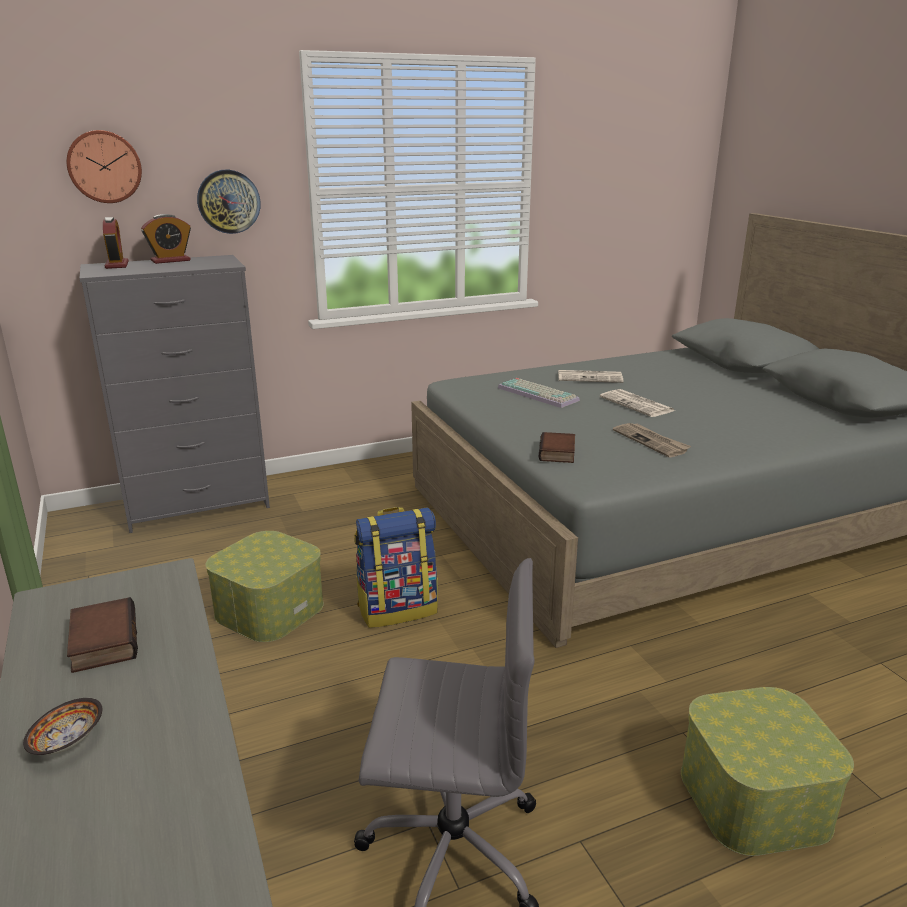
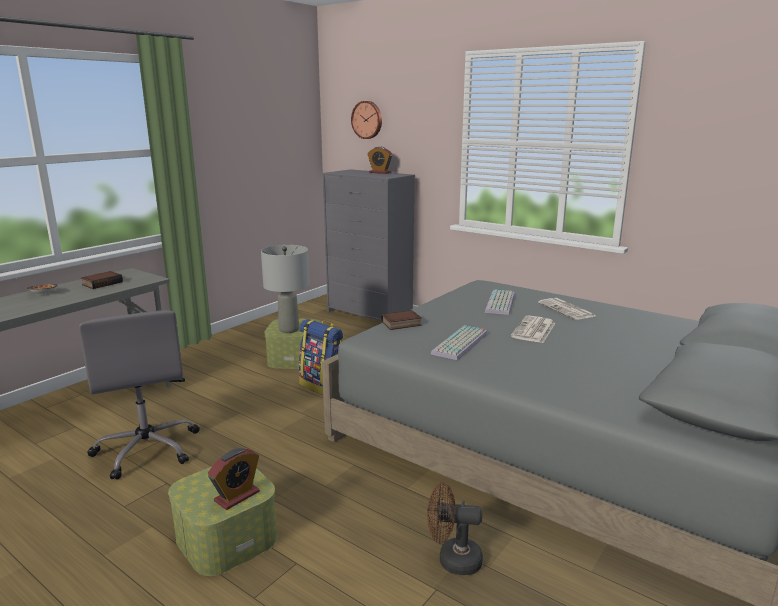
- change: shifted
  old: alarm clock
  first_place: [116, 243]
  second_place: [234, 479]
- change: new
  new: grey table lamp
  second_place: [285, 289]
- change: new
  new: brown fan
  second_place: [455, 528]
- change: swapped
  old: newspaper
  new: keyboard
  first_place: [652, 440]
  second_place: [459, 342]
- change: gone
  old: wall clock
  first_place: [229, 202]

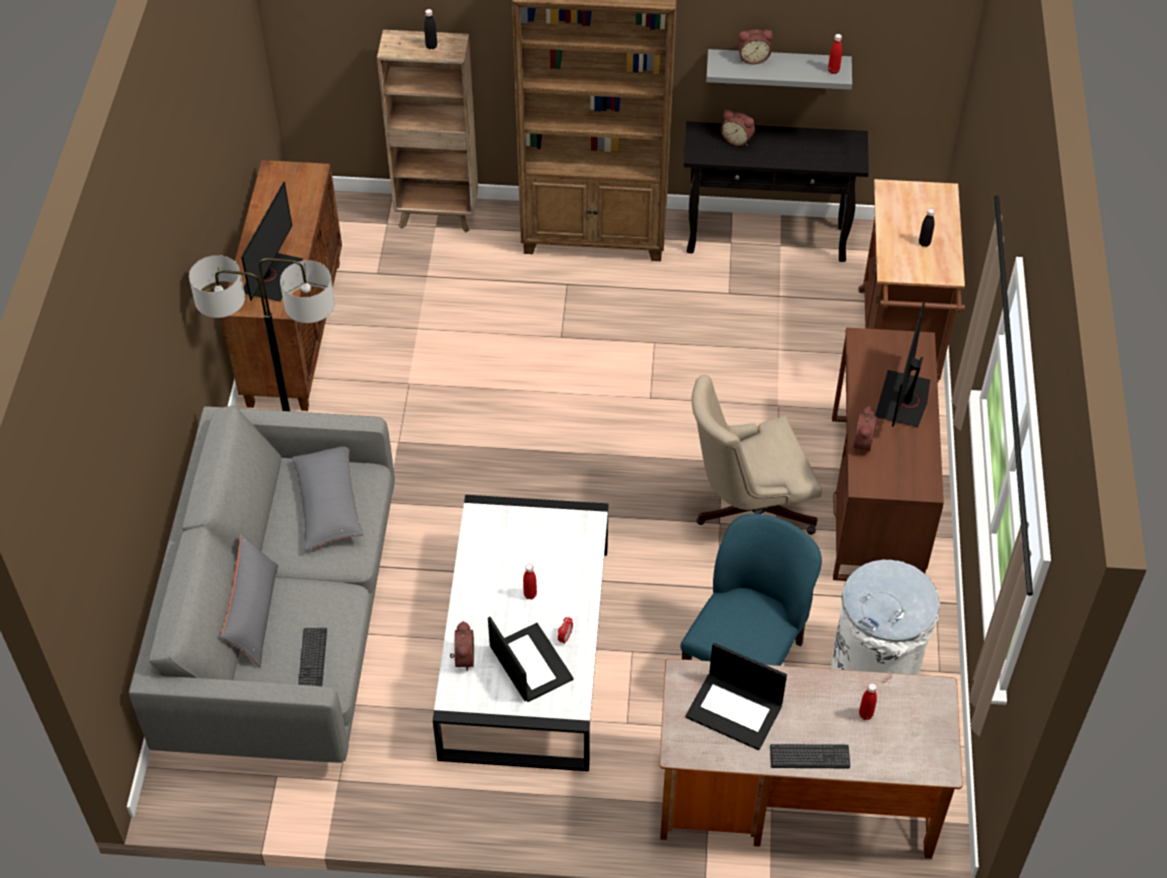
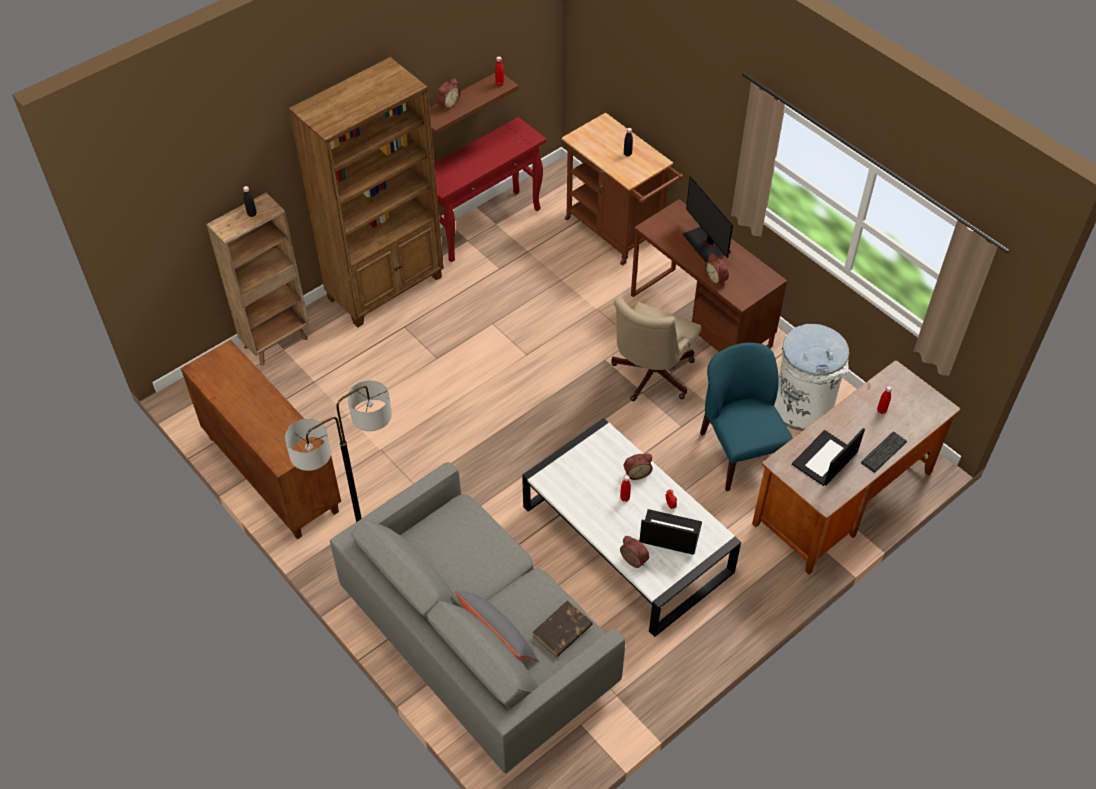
- change: repainted
  old: grey shelf
  new: brown shelf
  first_place: [779, 69]
  second_place: [474, 103]
- change: repainted
  old: black console table
  new: red console table
  first_place: [776, 192]
  second_place: [490, 189]
- change: swapped
  old: keyboard
  new: brown book
  first_place: [312, 657]
  second_place: [562, 628]
- change: shifted
  old: alarm clock
  first_place: [738, 128]
  second_place: [638, 466]
- change: rotated
  old: laptop
  first_place: [736, 696]
  second_place: [828, 457]
  degrees: 150
- change: gone
  old: monitor
  first_place: [272, 242]
- change: gone
  old: grey pillow
  first_place: [328, 498]

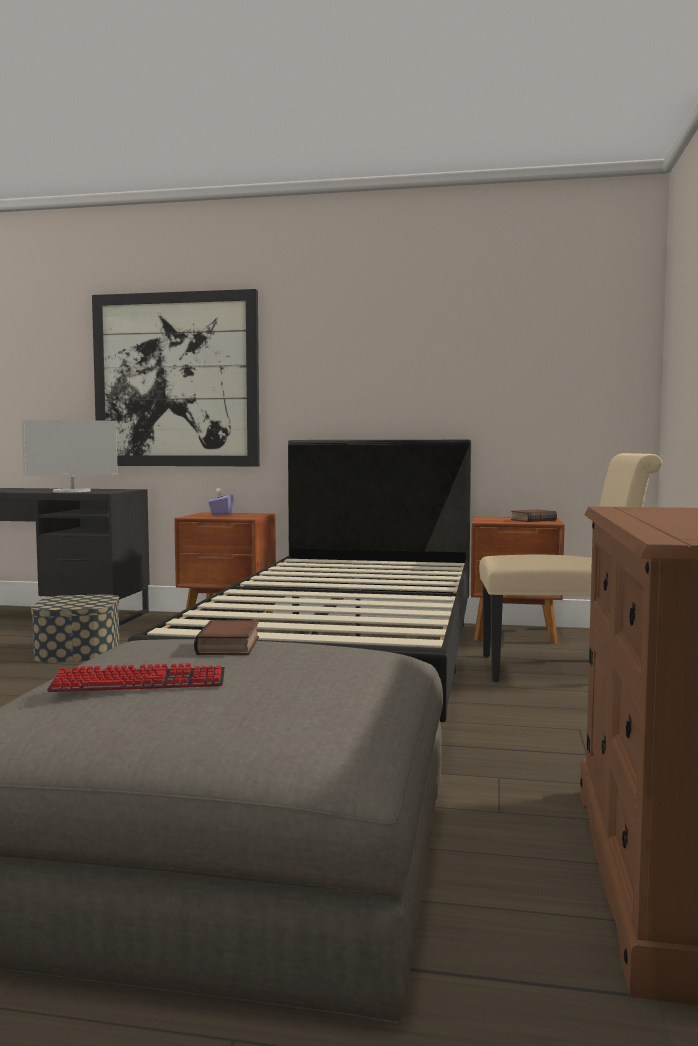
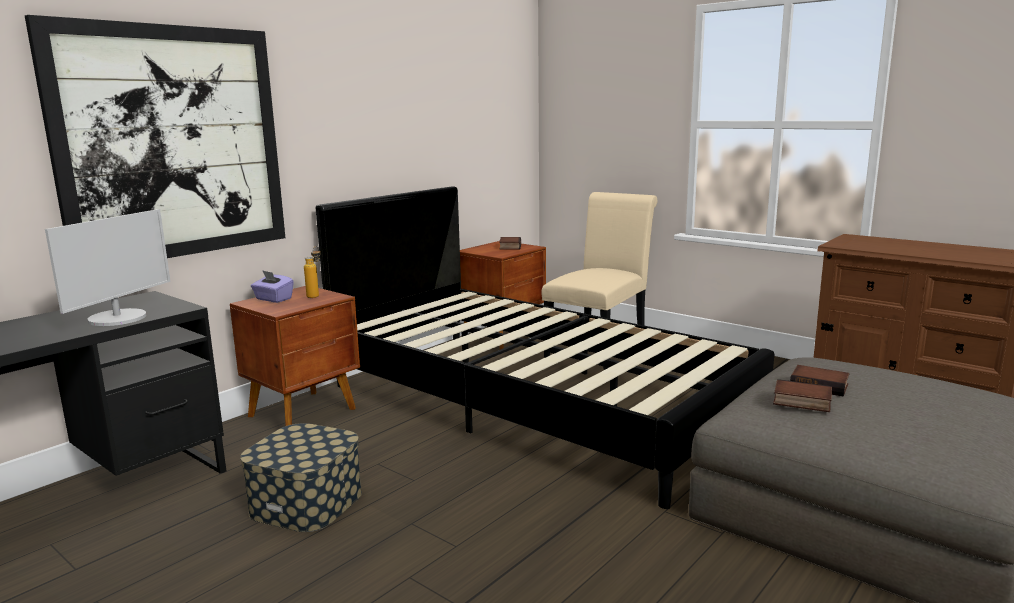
- change: new
  new: bottle
  second_place: [312, 272]
- change: new
  new: book
  second_place: [802, 395]
- change: gone
  old: keyboard
  first_place: [136, 677]

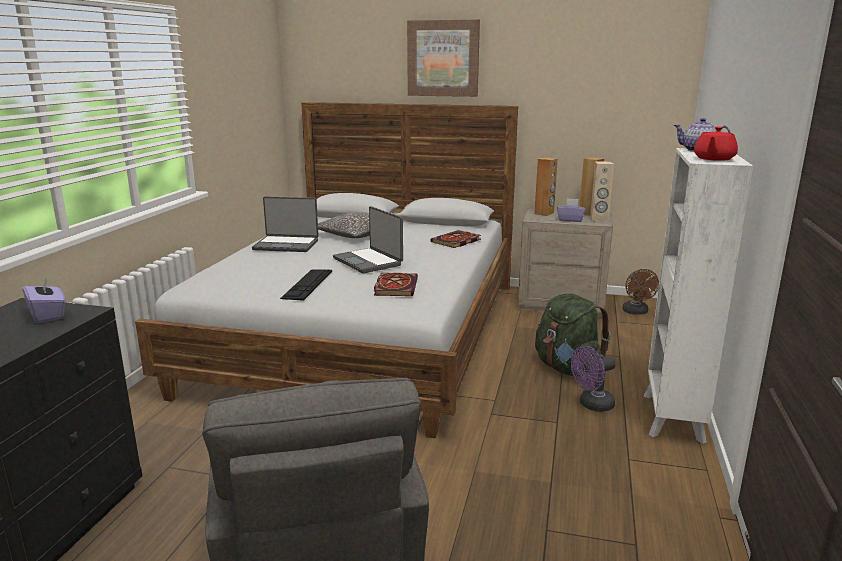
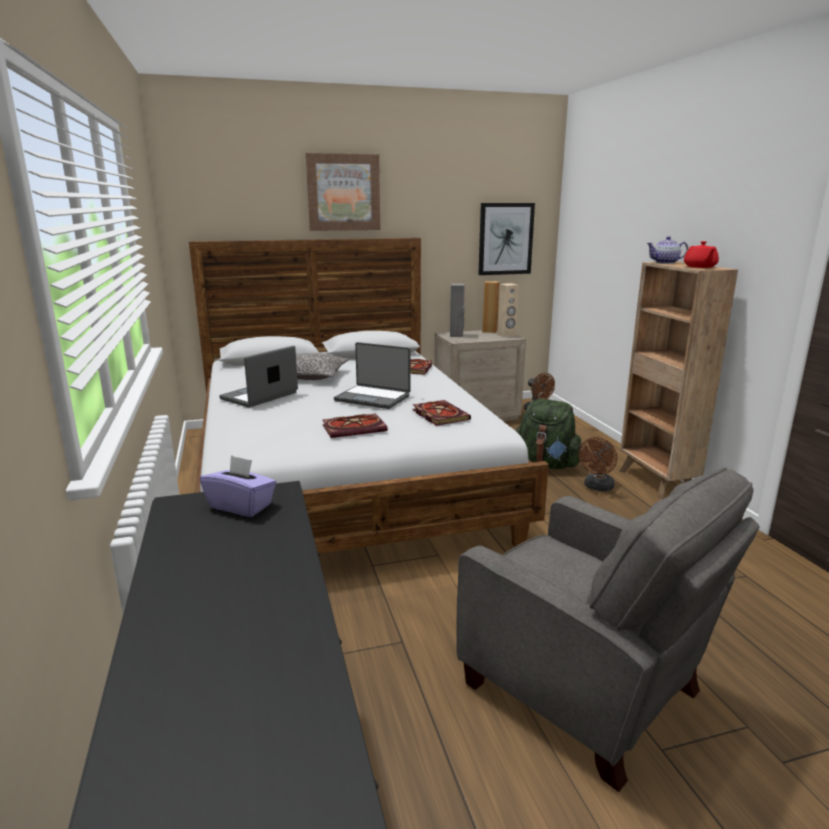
- change: rotated
  old: laptop
  first_place: [285, 224]
  second_place: [258, 377]
  degrees: 150
- change: swapped
  old: keyboard
  new: book
  first_place: [306, 285]
  second_place: [355, 425]
- change: repainted
  old: brown speaker
  new: grey speaker
  first_place: [546, 186]
  second_place: [457, 310]
- change: new
  new: picture
  second_place: [506, 239]
- change: repainted
  old: purple fan
  new: brown fan
  first_place: [593, 379]
  second_place: [597, 464]
- change: repainted
  old: white bookcase
  new: brown bookcase
  first_place: [698, 296]
  second_place: [678, 380]
- change: gone
  old: purple tissue box
  first_place: [571, 210]

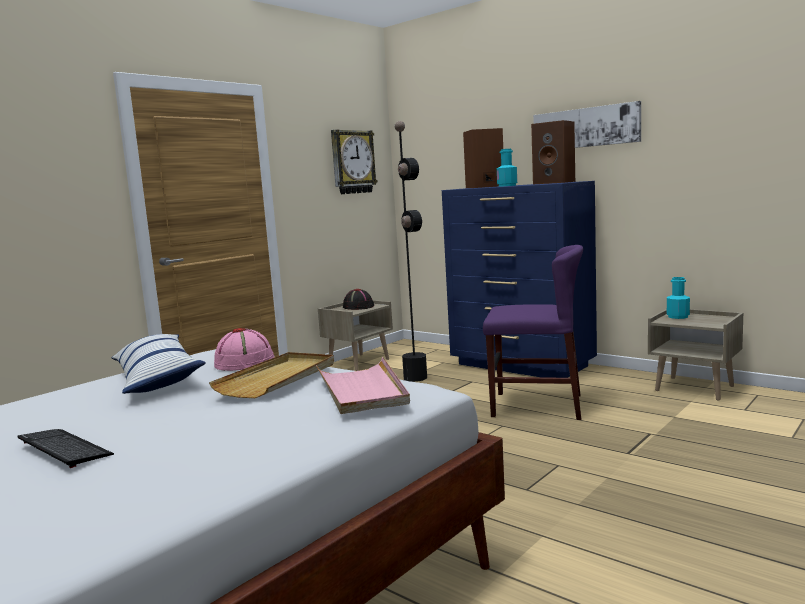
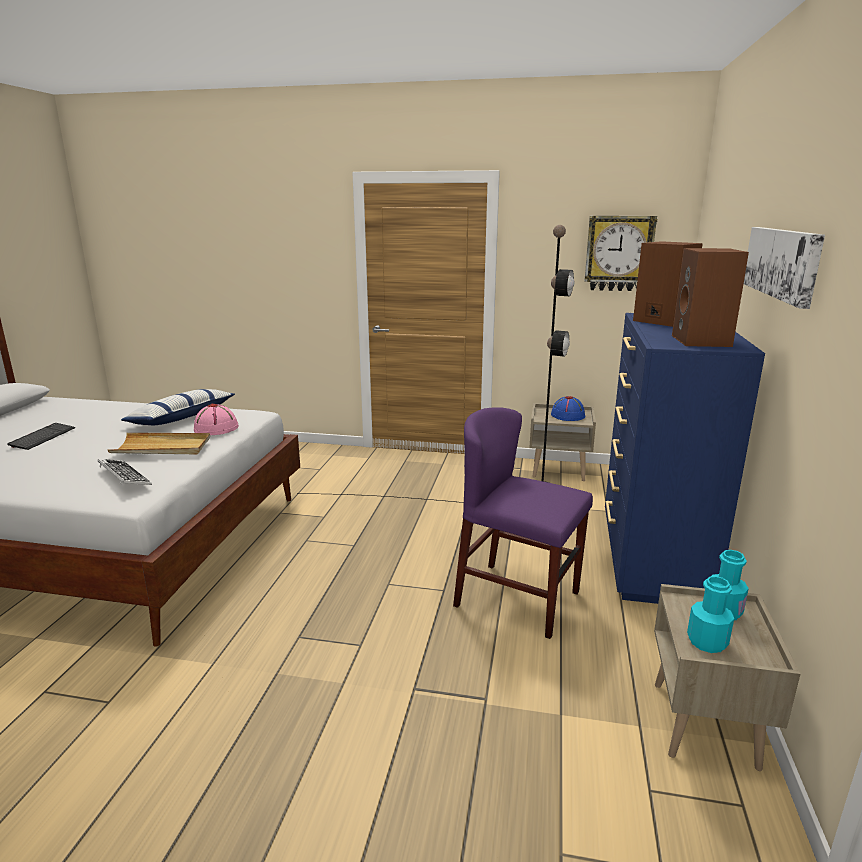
- change: swapped
  old: pink tray
  new: keyboard
  first_place: [363, 385]
  second_place: [125, 472]
- change: rotated
  old: purple chair
  first_place: [533, 332]
  second_place: [523, 523]
  degrees: 135
- change: repainted
  old: black hat
  new: blue hat
  first_place: [358, 299]
  second_place: [568, 408]
- change: shifted
  old: turquoise bottle
  first_place: [507, 168]
  second_place: [710, 614]

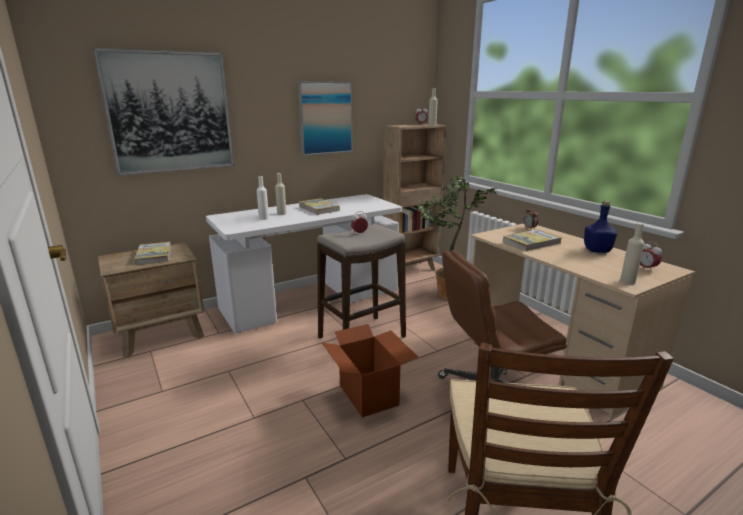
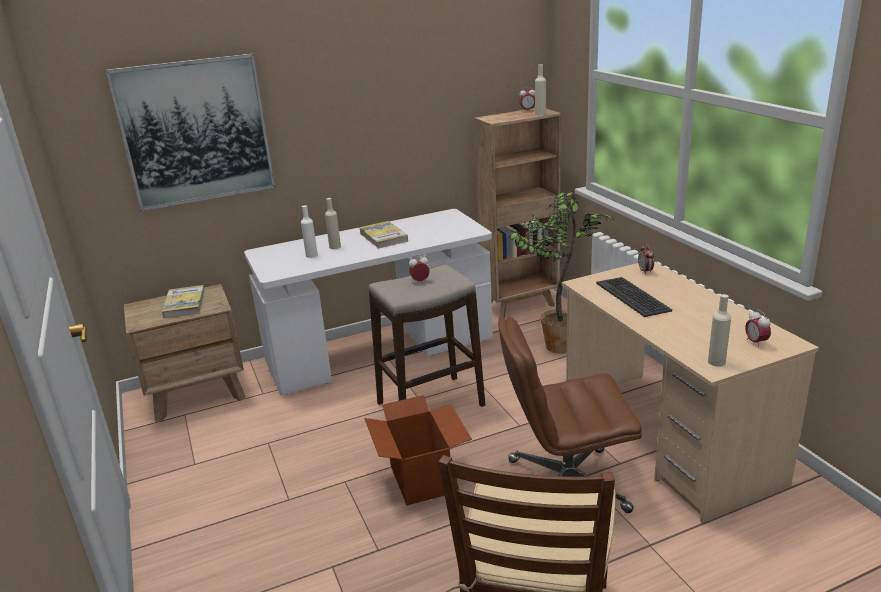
- change: swapped
  old: book
  new: keyboard
  first_place: [532, 240]
  second_place: [634, 297]
- change: gone
  old: picture
  first_place: [325, 118]
- change: gone
  old: blue bottle
  first_place: [601, 227]

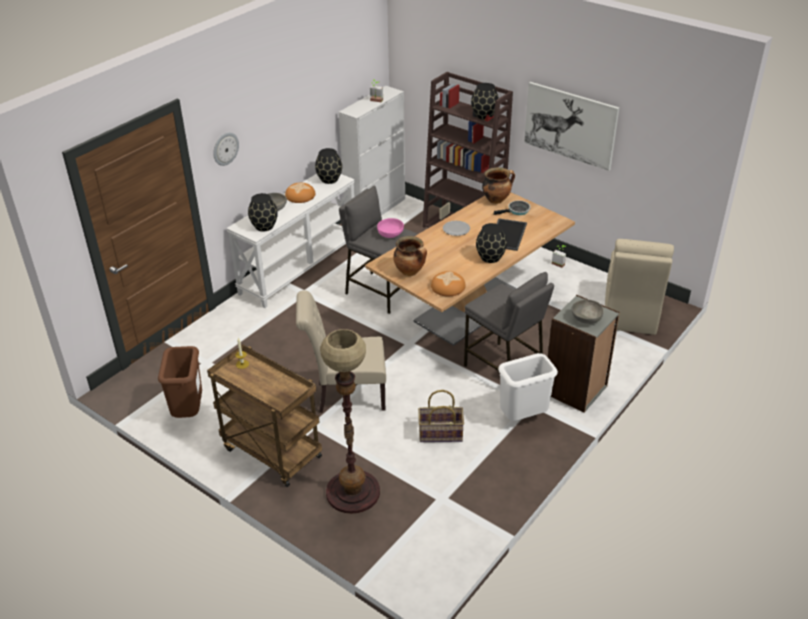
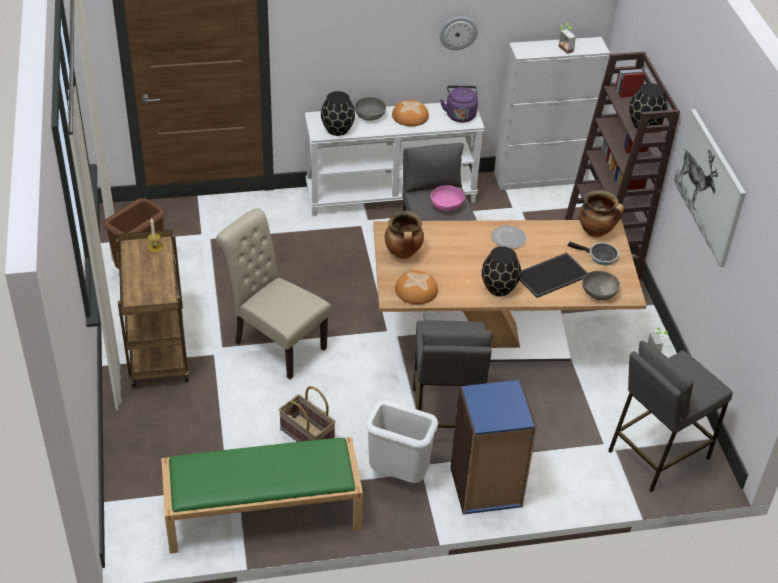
- change: new
  new: green bench
  second_place: [262, 495]
- change: shifted
  old: wall clock
  first_place: [226, 149]
  second_place: [459, 33]
- change: swapped
  old: black vase
  new: purple kettle
  first_place: [328, 166]
  second_place: [459, 104]
- change: repainted
  old: grey bookcase
  new: blue bookcase
  first_place: [584, 354]
  second_place: [493, 447]
- change: shifted
  old: grey bowl
  first_place: [588, 311]
  second_place: [601, 286]
- change: swapped
  old: beige chair
  new: grey stool
  first_place: [639, 287]
  second_place: [670, 416]
- change: gone
  old: floor lamp
  first_place: [350, 421]

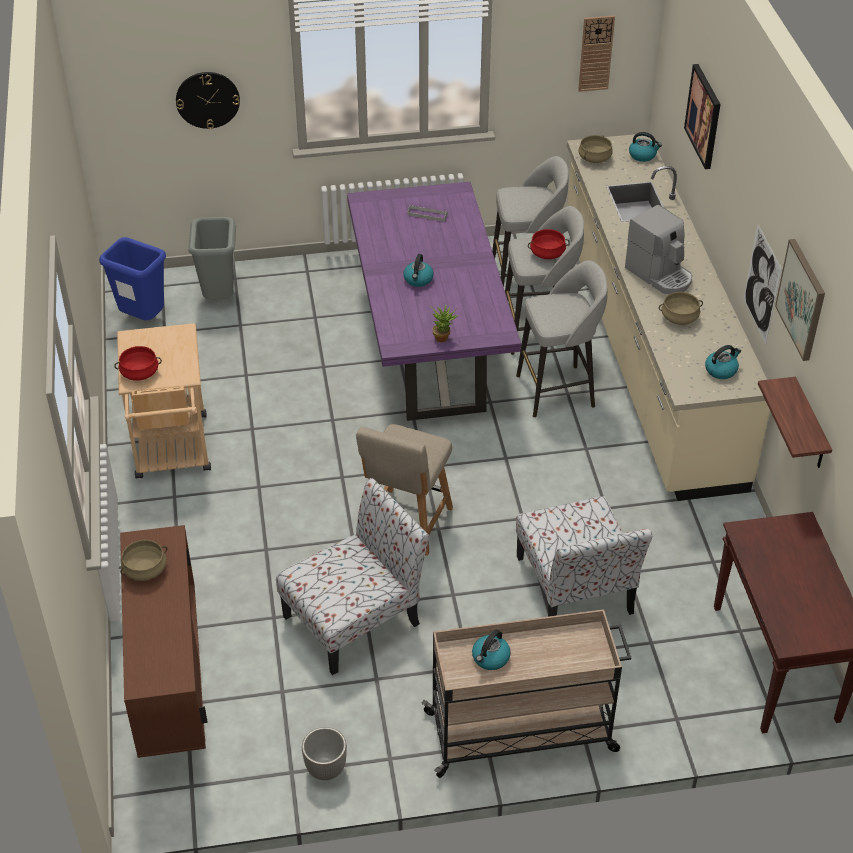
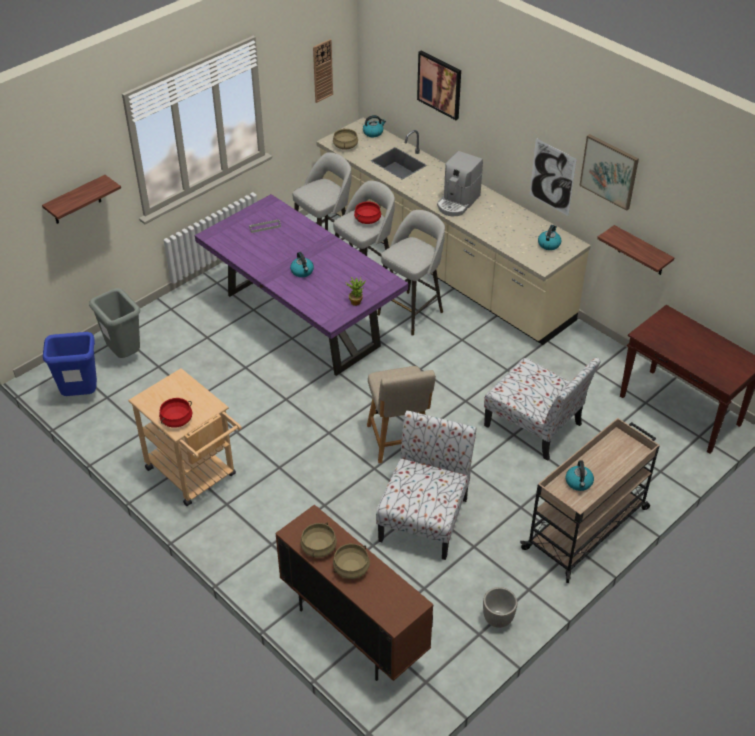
- change: swapped
  old: wall clock
  new: shelf
  first_place: [208, 100]
  second_place: [81, 199]
- change: shifted
  old: beige cooking pot
  first_place: [681, 308]
  second_place: [351, 561]
- change: rotated
  old: coffee machine
  first_place: [658, 249]
  second_place: [460, 183]
  degrees: 105

